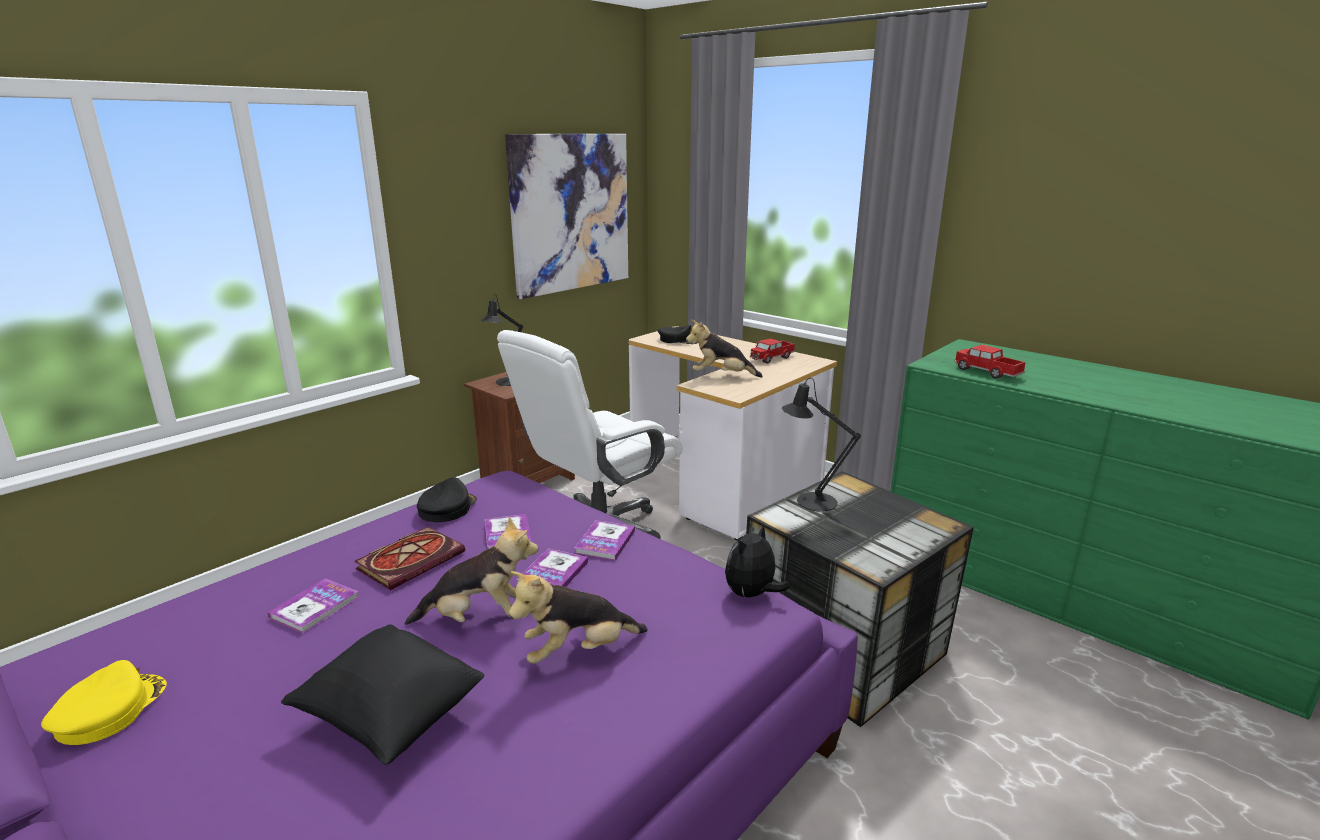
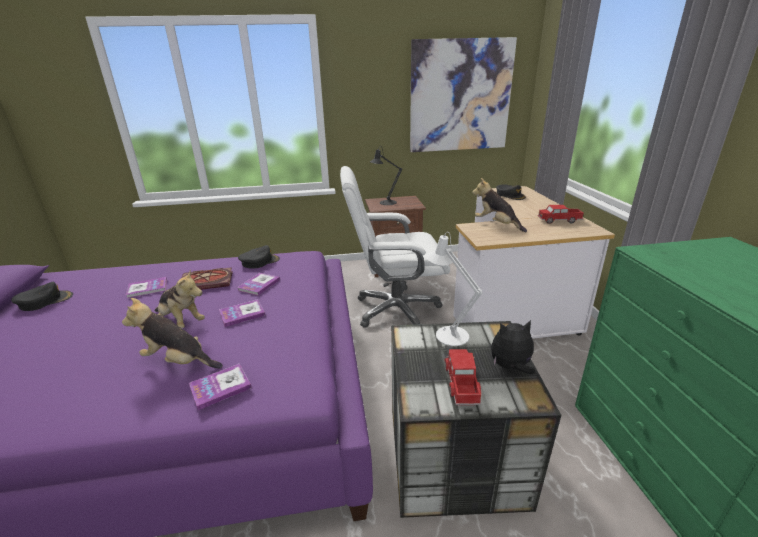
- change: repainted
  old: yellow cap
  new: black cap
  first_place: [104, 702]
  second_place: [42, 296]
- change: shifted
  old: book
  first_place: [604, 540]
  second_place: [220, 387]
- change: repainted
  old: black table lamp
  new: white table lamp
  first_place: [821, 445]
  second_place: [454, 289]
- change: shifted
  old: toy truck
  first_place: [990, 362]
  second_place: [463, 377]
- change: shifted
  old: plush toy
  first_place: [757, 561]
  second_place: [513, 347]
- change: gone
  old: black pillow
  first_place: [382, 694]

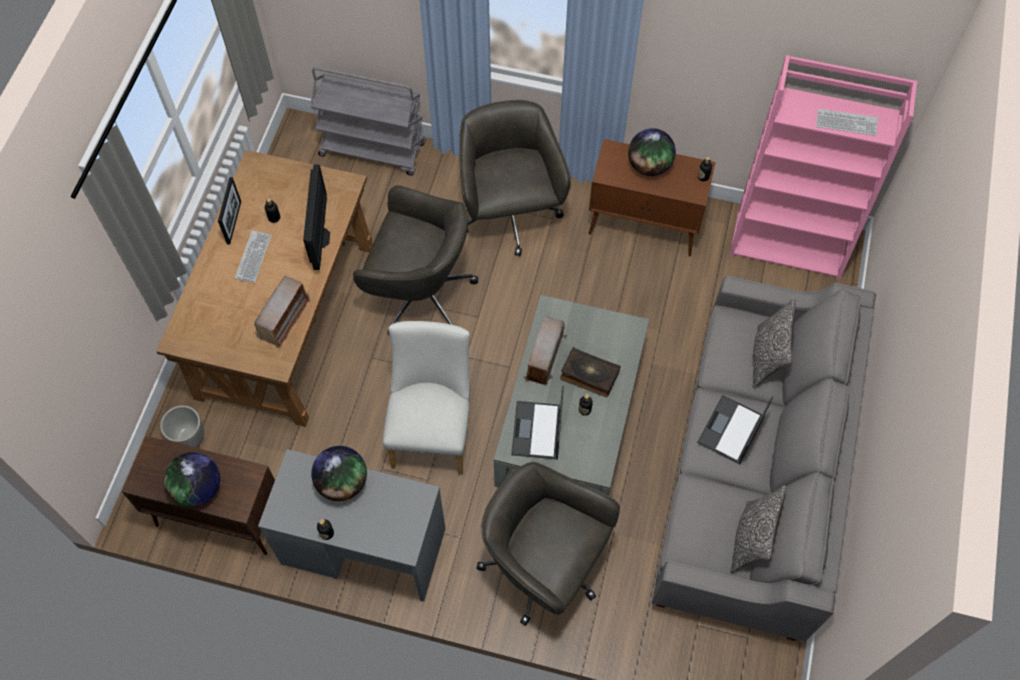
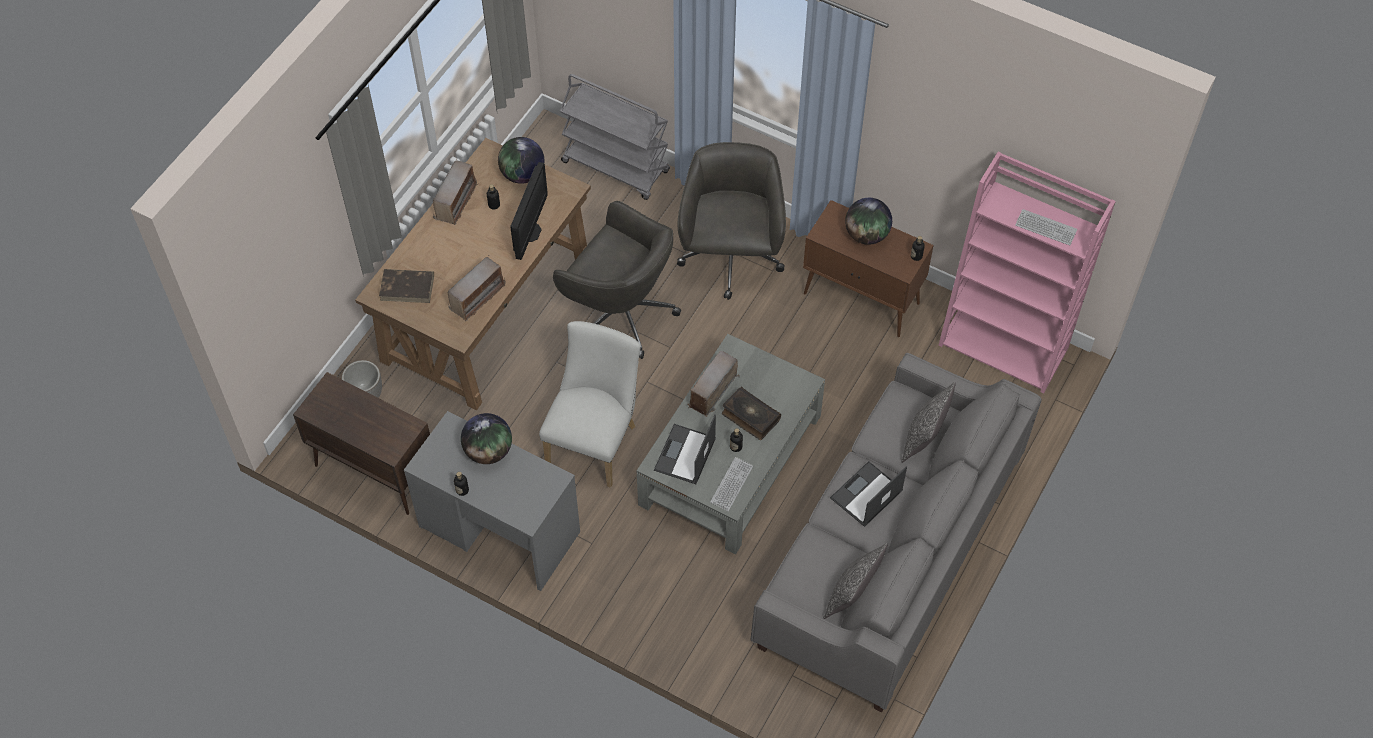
- change: new
  new: brown book
  second_place: [406, 286]
- change: swapped
  old: picture frame
  new: radio
  first_place: [229, 211]
  second_place: [455, 192]
- change: shifted
  old: globe
  first_place: [192, 479]
  second_place: [521, 160]
- change: shifted
  old: keyboard
  first_place: [253, 256]
  second_place: [731, 484]
- change: gone
  old: grey office chair
  first_place: [548, 544]

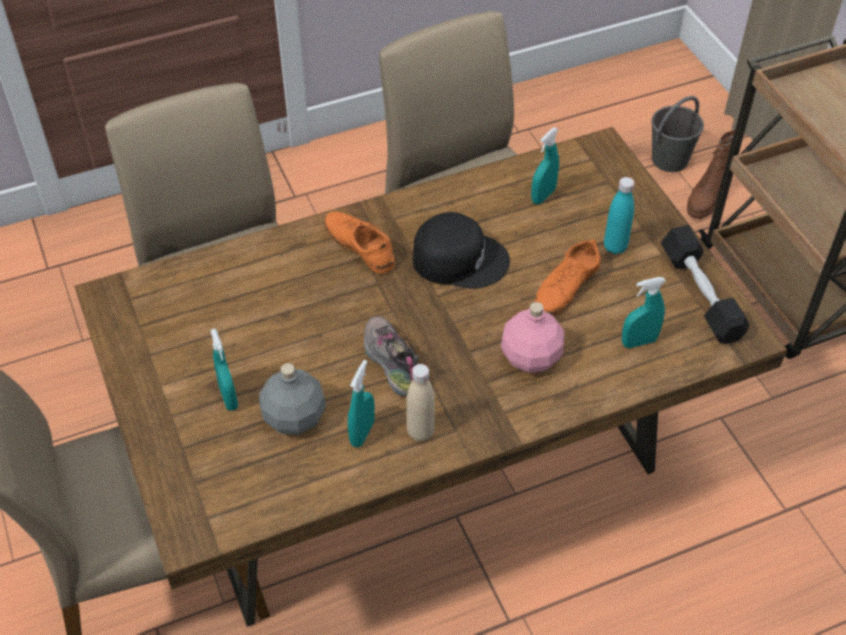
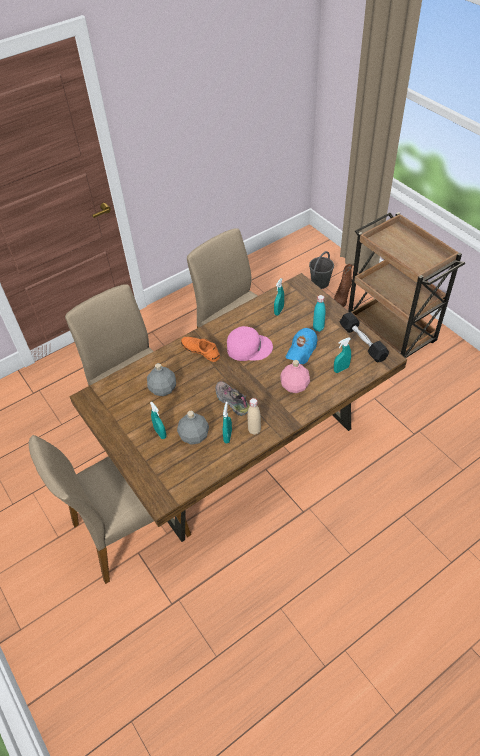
- change: new
  new: grey bottle
  second_place: [161, 379]
- change: repainted
  old: black cap
  new: pink cap
  first_place: [461, 250]
  second_place: [250, 343]
- change: swapped
  old: orange shoe
  new: blue cap
  first_place: [568, 277]
  second_place: [301, 346]

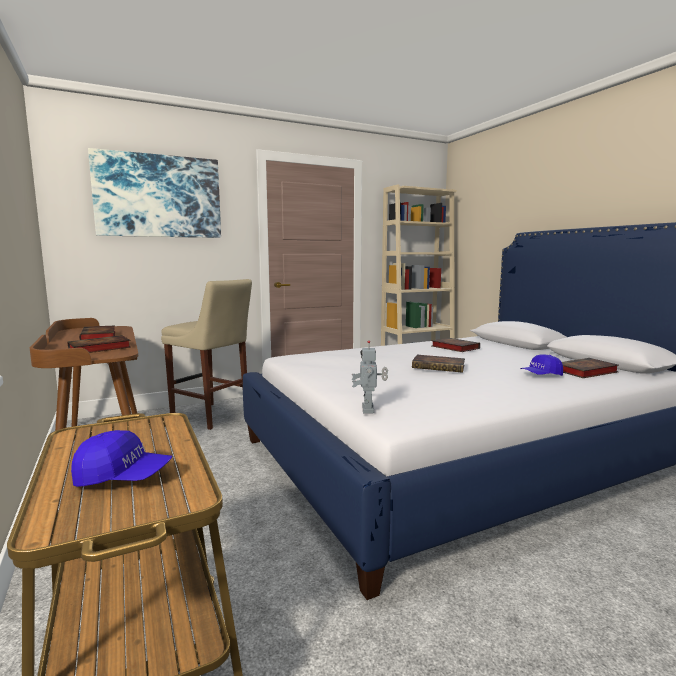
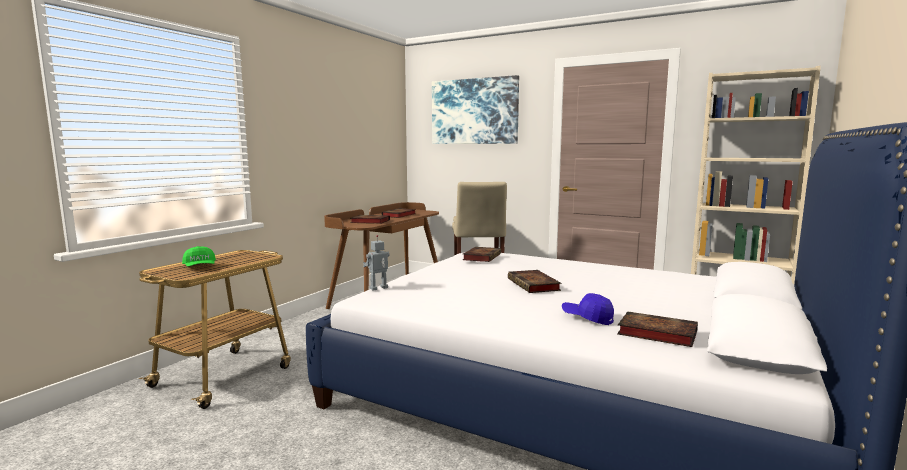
- change: repainted
  old: blue cap
  new: green cap
  first_place: [122, 458]
  second_place: [199, 256]
- change: shifted
  old: book
  first_place: [455, 345]
  second_place: [482, 254]

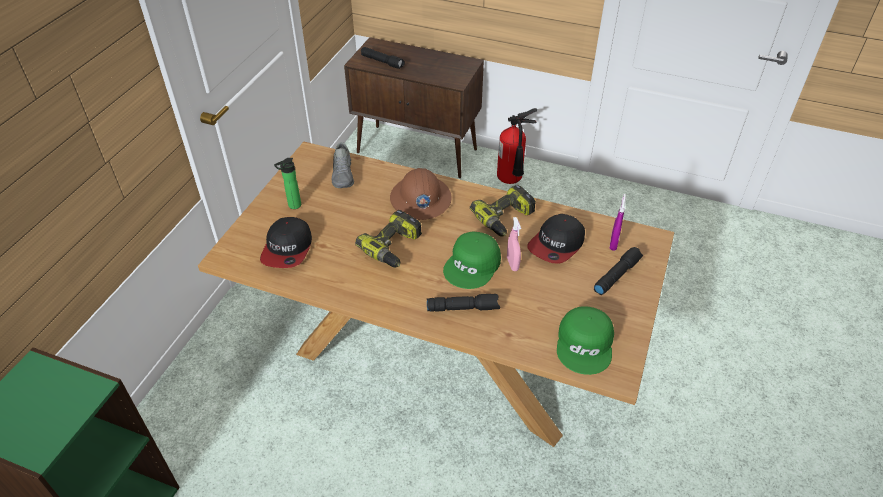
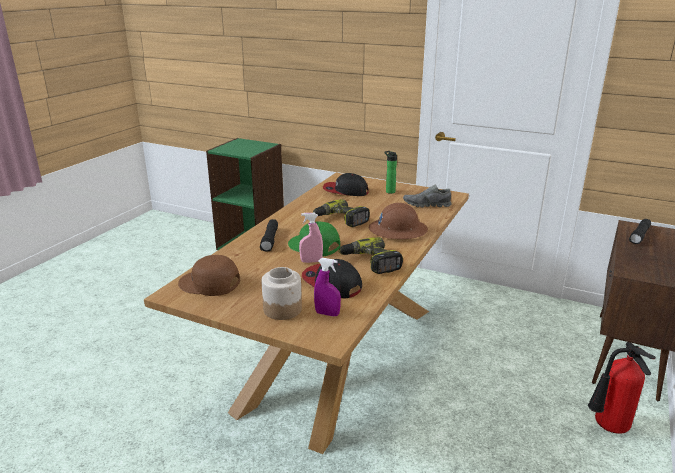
- change: repainted
  old: green cap
  new: brown cap
  first_place: [585, 340]
  second_place: [209, 275]
- change: swapped
  old: black flashlight
  new: jar
  first_place: [618, 271]
  second_place: [281, 293]

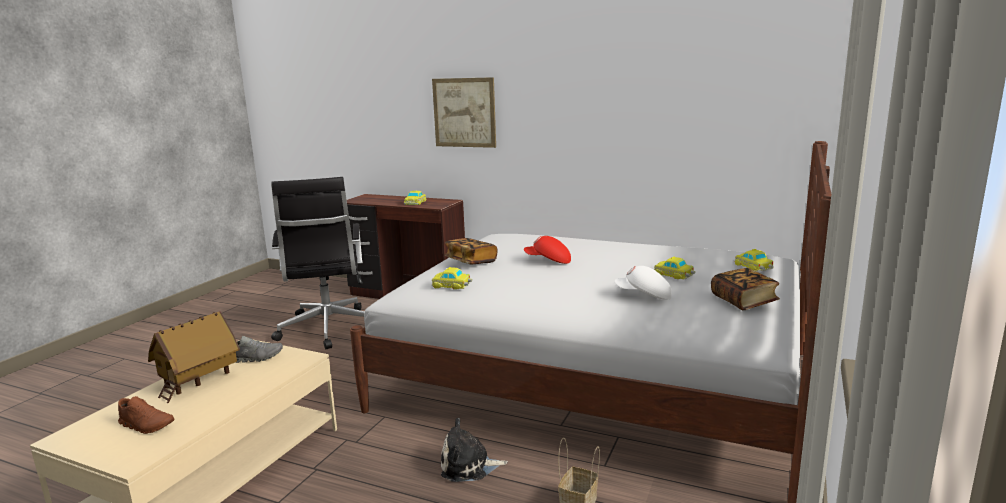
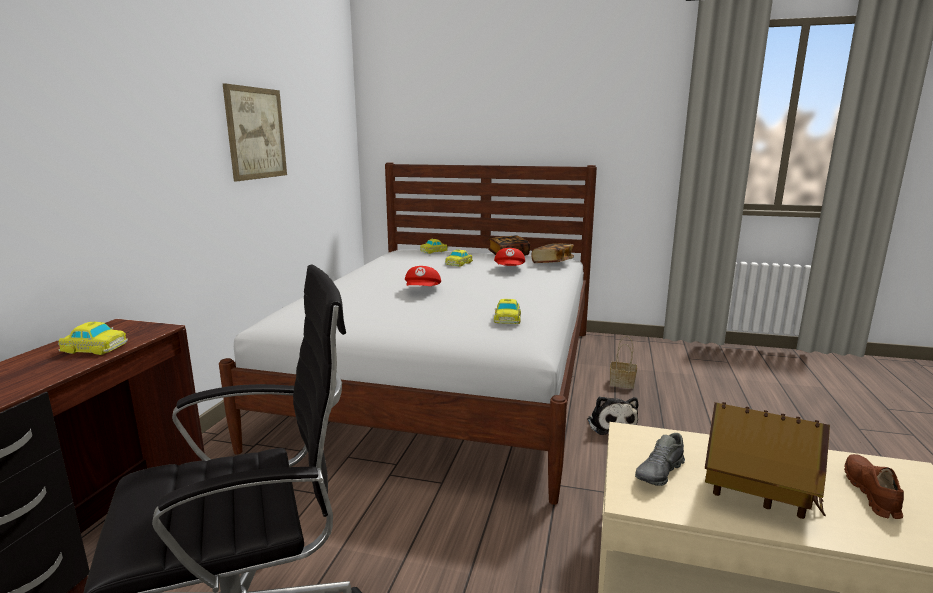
- change: shifted
  old: picture
  first_place: [464, 112]
  second_place: [255, 132]
- change: repainted
  old: white cap
  new: red cap
  first_place: [643, 283]
  second_place: [509, 257]
- change: shifted
  old: book
  first_place: [471, 251]
  second_place: [553, 253]
- change: rotated
  old: grey shoe
  first_place: [259, 349]
  second_place: [660, 459]
  degrees: -120

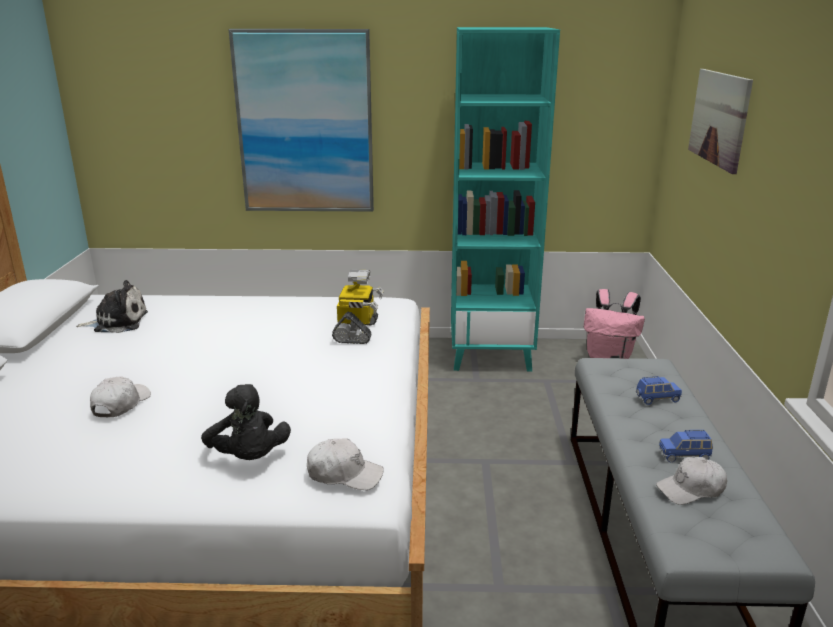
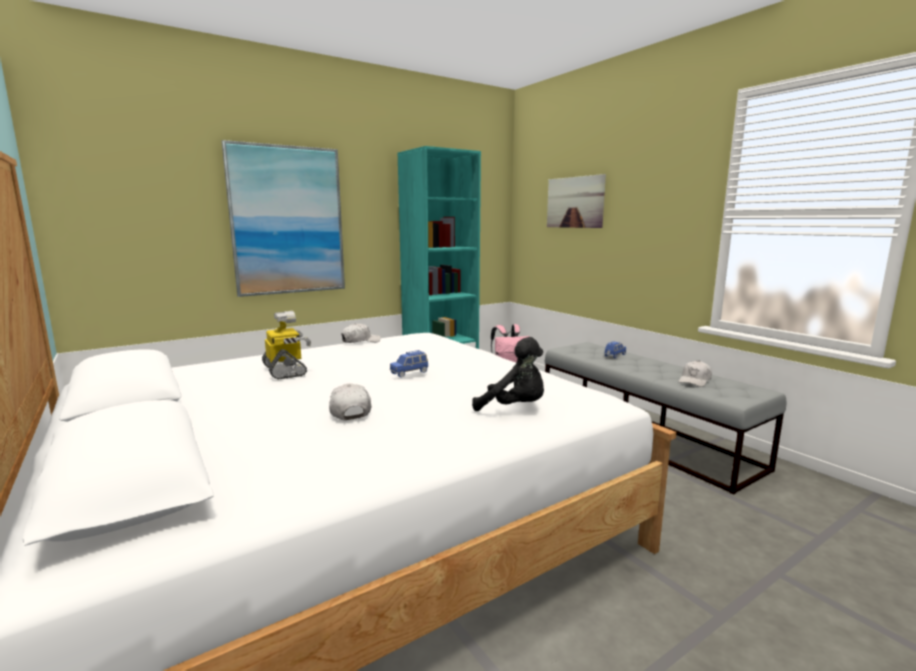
- change: shifted
  old: toy robot
  first_place: [358, 307]
  second_place: [286, 345]
- change: shifted
  old: white cap
  first_place: [345, 464]
  second_place: [361, 333]
- change: shifted
  old: blue toy car
  first_place: [686, 446]
  second_place: [409, 364]
- change: gone
  old: plush toy
  first_place: [112, 306]

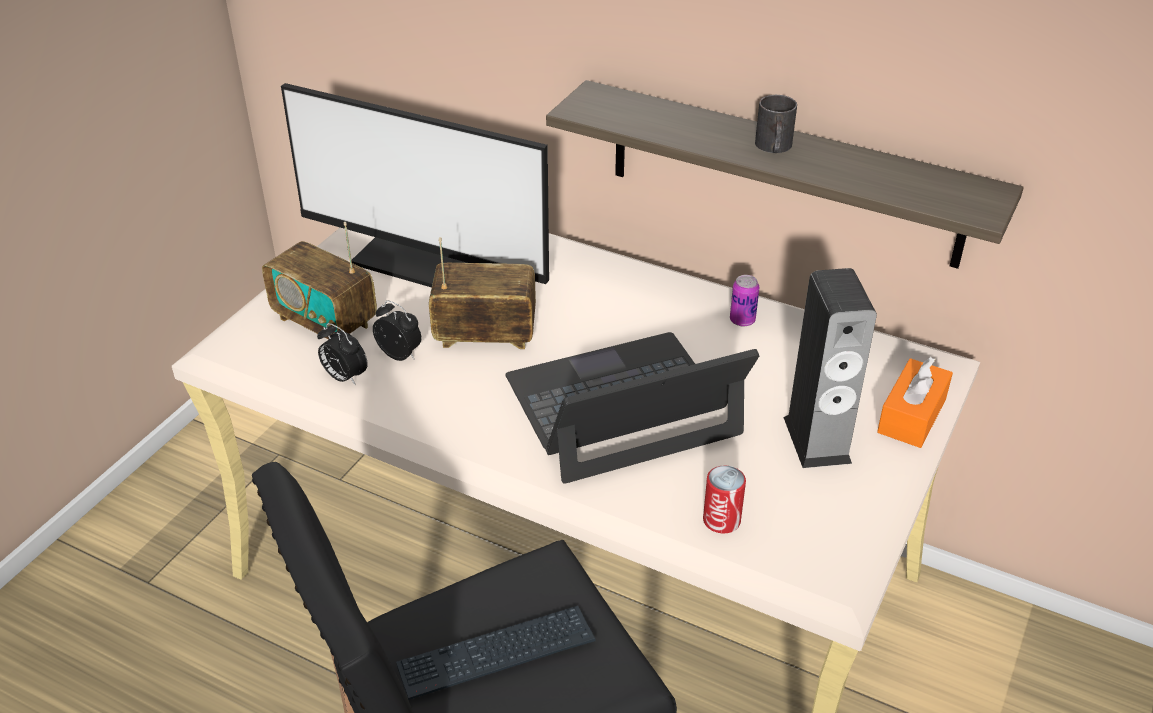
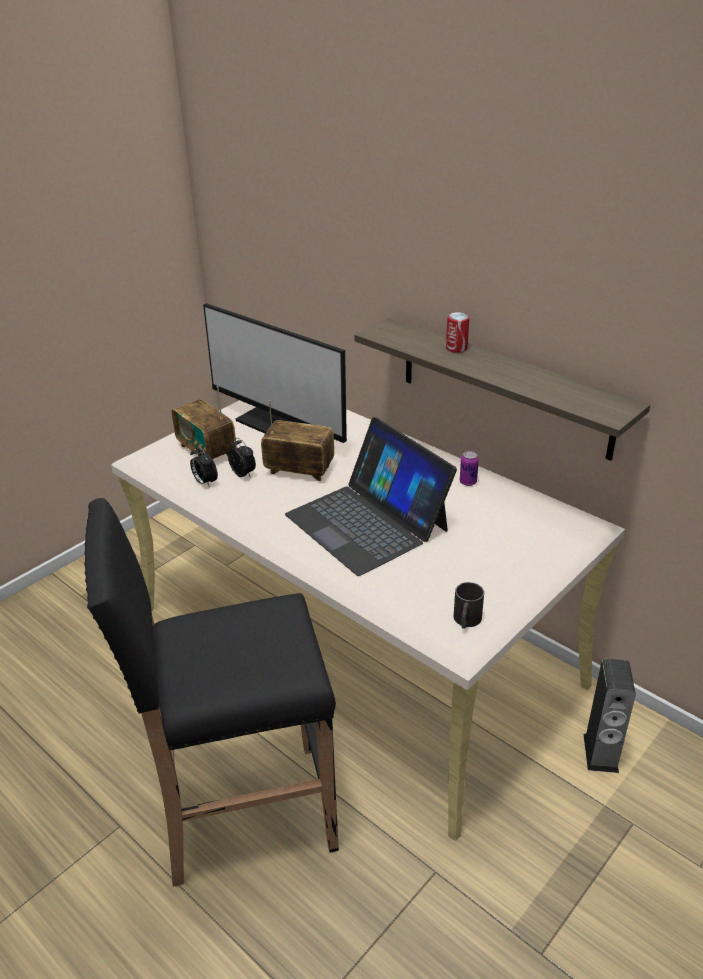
- change: rotated
  old: laptop
  first_place: [632, 408]
  second_place: [371, 496]
  degrees: -120
- change: shifted
  old: can
  first_place: [724, 499]
  second_place: [458, 332]
- change: shifted
  old: black mug
  first_place: [776, 124]
  second_place: [469, 605]
- change: shifted
  old: speaker
  first_place: [830, 368]
  second_place: [609, 716]
- change: gone
  old: keyboard
  first_place: [495, 653]
- change: gone
  old: orange tissue box
  first_place: [915, 402]

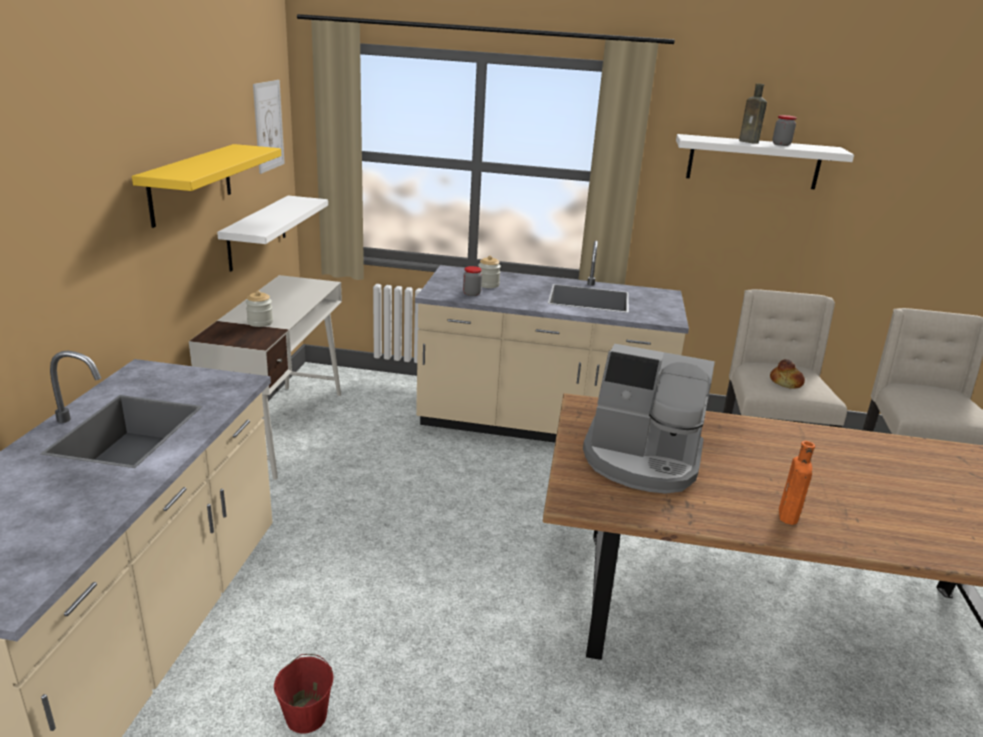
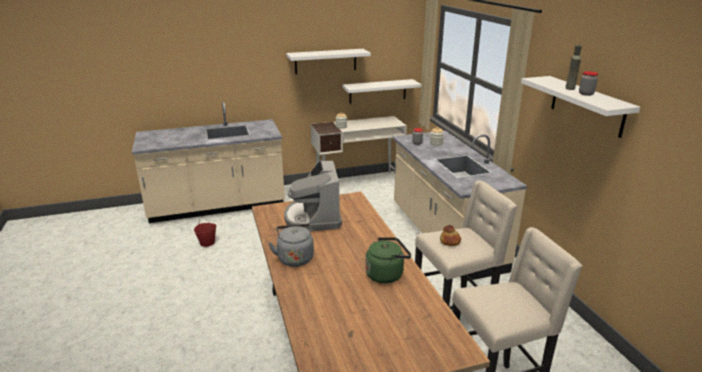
- change: swapped
  old: orange bottle
  new: grey kettle
  first_place: [797, 483]
  second_place: [291, 245]
- change: repainted
  old: yellow shelf
  new: white shelf
  first_place: [206, 186]
  second_place: [328, 61]
- change: new
  new: green kettle
  second_place: [388, 260]
- change: gone
  old: picture
  first_place: [269, 127]

